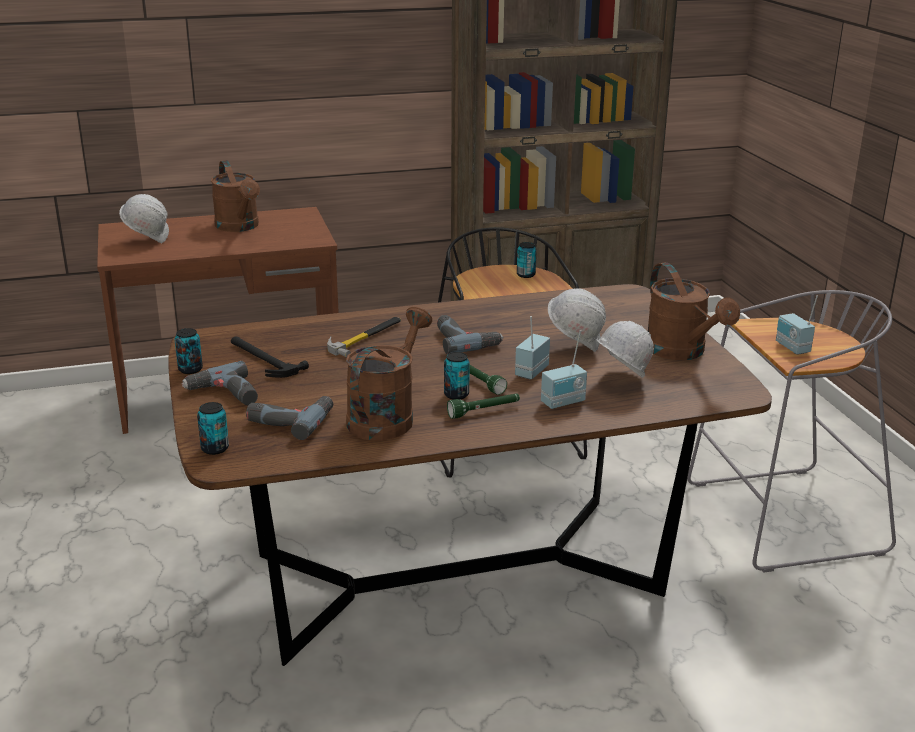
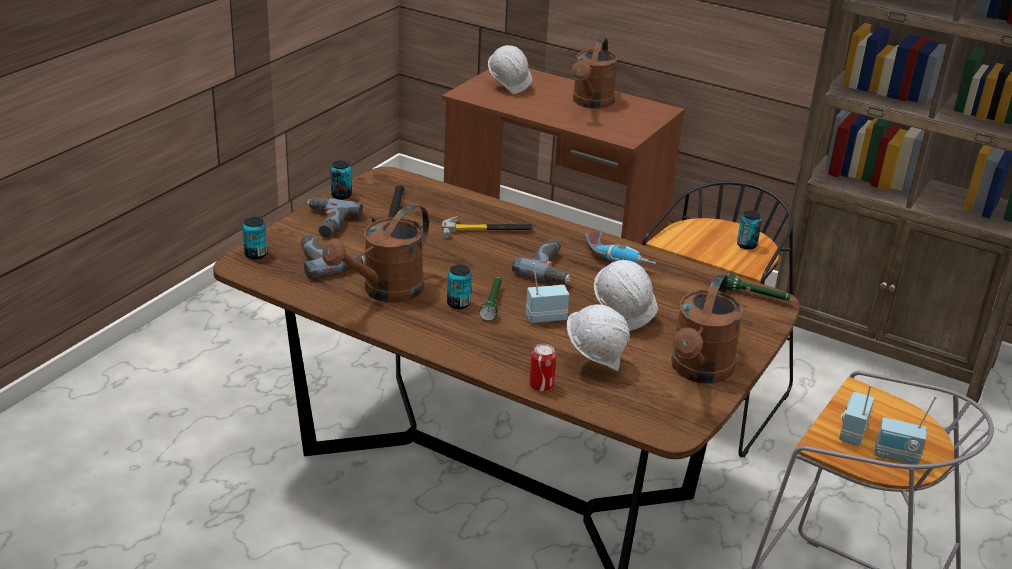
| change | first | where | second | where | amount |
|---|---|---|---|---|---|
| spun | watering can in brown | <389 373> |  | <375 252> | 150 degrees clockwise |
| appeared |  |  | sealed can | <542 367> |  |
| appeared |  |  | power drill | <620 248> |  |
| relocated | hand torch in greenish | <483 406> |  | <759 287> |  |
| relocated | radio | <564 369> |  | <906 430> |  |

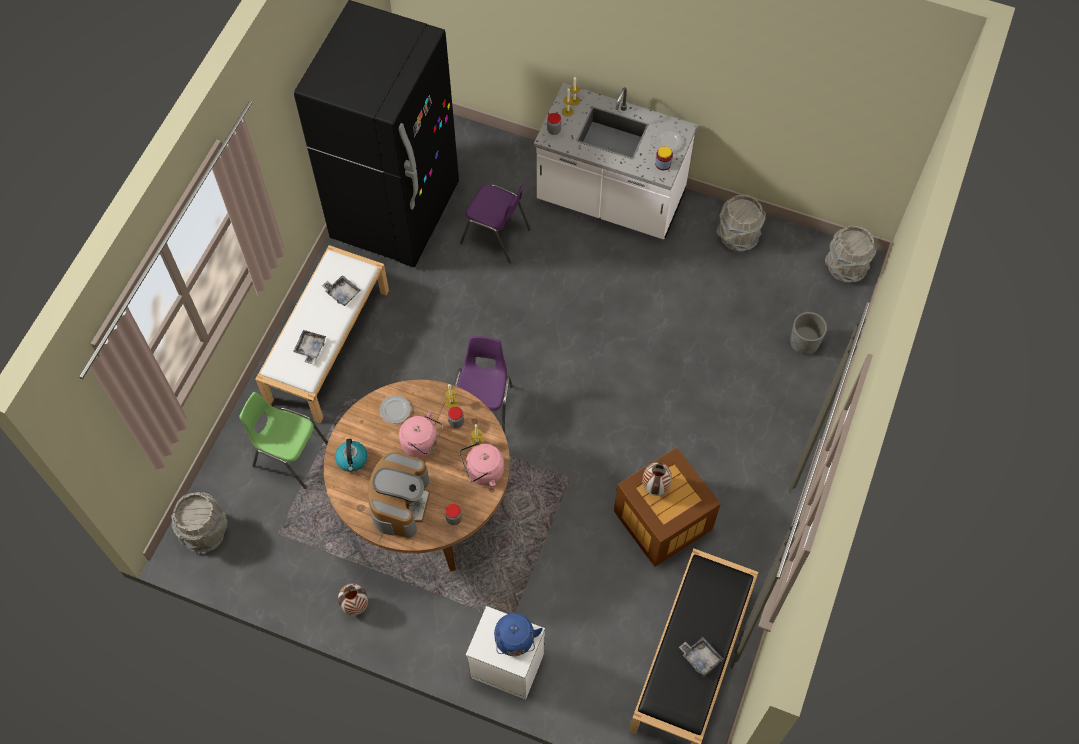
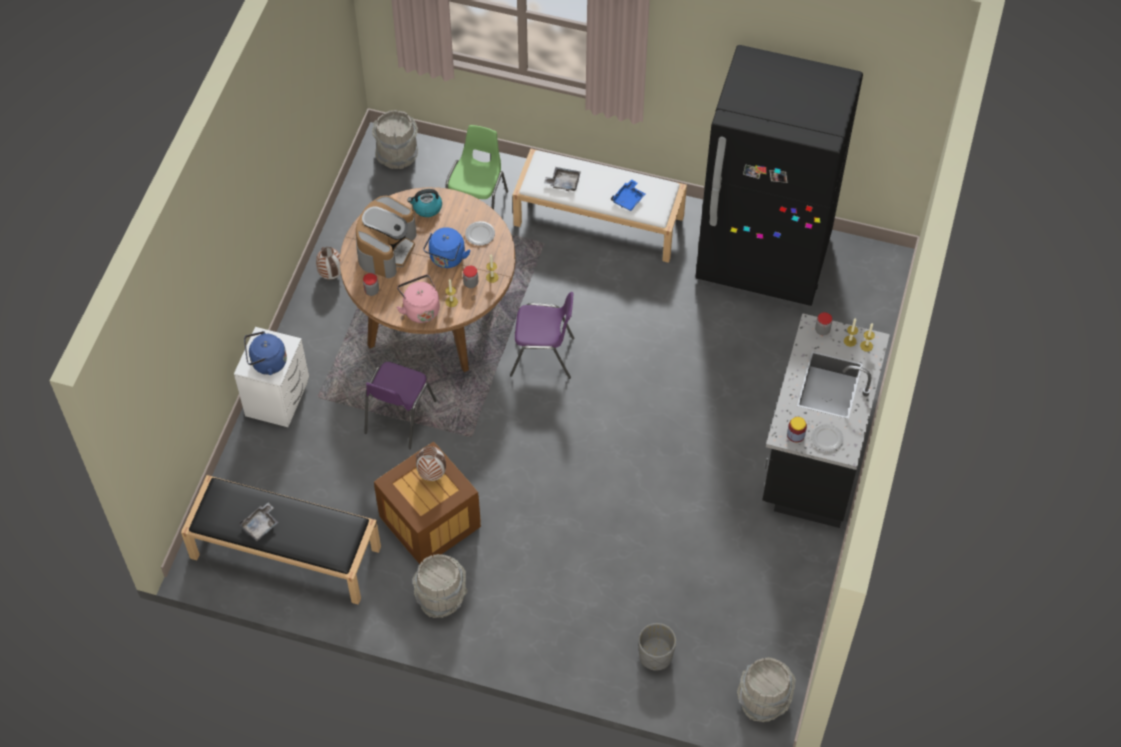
| change | first | where | second | where | amount |
|---|---|---|---|---|---|
| spun | coffee brewer | <399 494> |  | <386 237> | 75 degrees counterclockwise |
| relocated | plain chair in purple-coloured | <495 223> |  | <400 405> |  |
| relocated | water bucket in greyish | <741 223> |  | <440 586> |  |
| colour | kettle in pink-coloured | <421 434> | kettle in bluish | <447 247> |  |
| colour | tray in greyish | <341 290> | tray in bluish | <628 195> |  |
| colour | kitchen base unit in white | <616 161> | kitchen base unit in black | <826 420> |  |

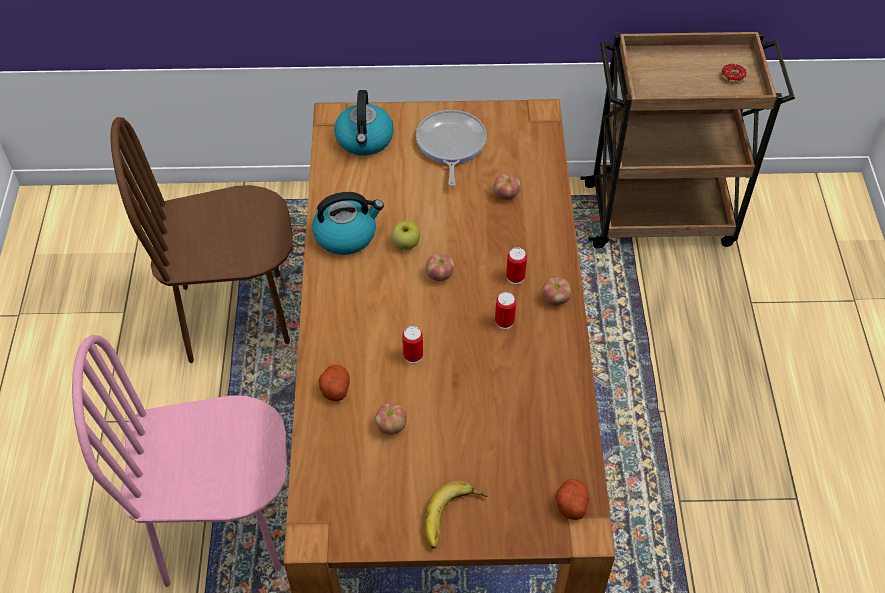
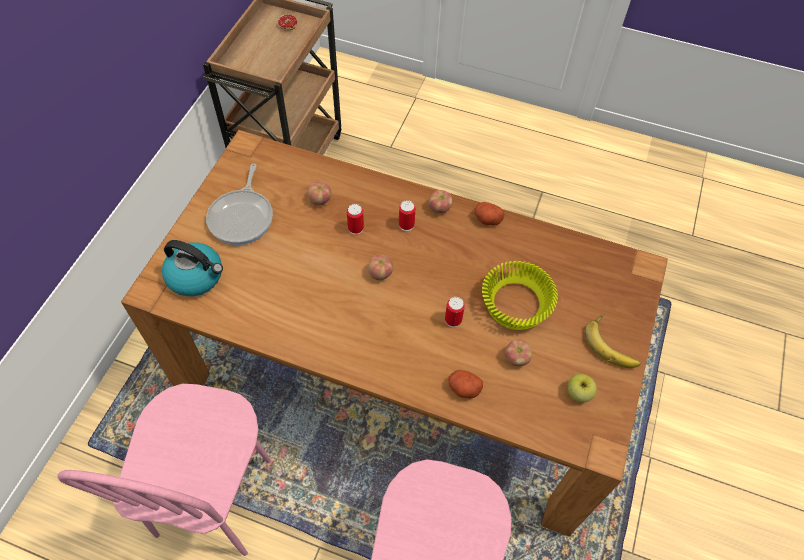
| change | first | where | second | where | amount |
|---|---|---|---|---|---|
| colour | plain chair in brown | <201 240> | plain chair in pink-coloured | <164 470> |  |
| spun | pan | <451 148> |  | <239 204> | 105 degrees counterclockwise |
| relocated | sealed can | <505 310> |  | <355 219> |  |
| relocated | potato | <572 499> |  | <489 214> |  |
| appeared |  |  | deep dish in yellowish | <520 295> |  |
| relocated | apple | <406 235> |  | <582 388> |  |
| missing | kettle | <348 223> |  |  |  |

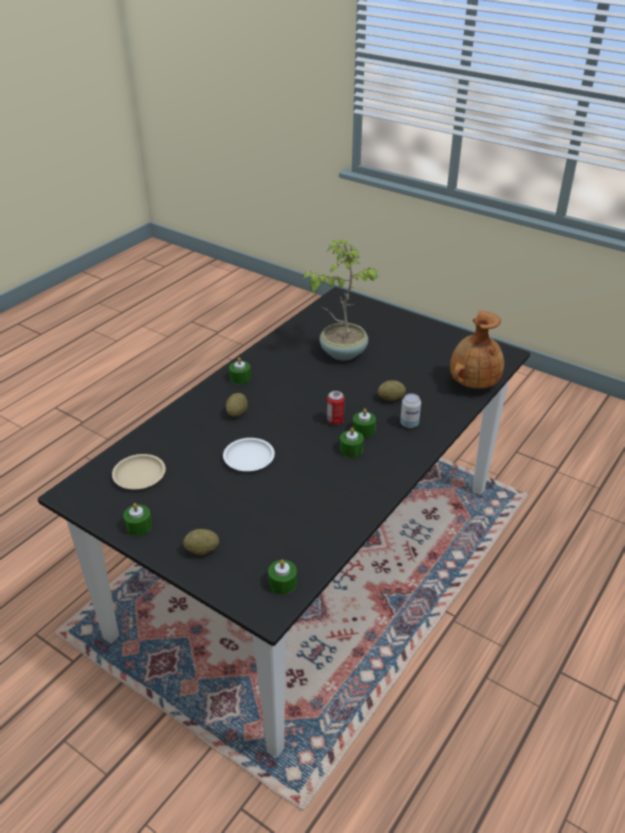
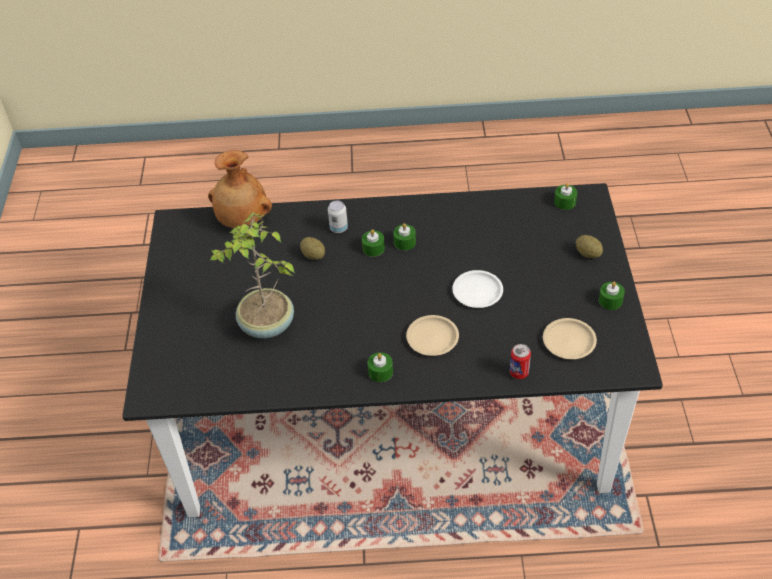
| change | first | where | second | where | amount |
|---|---|---|---|---|---|
| exchanged | potato | <237 405> | flat dish in beige | <432 335> |  |
| relocated | sealed can | <336 408> |  | <520 361> |  |

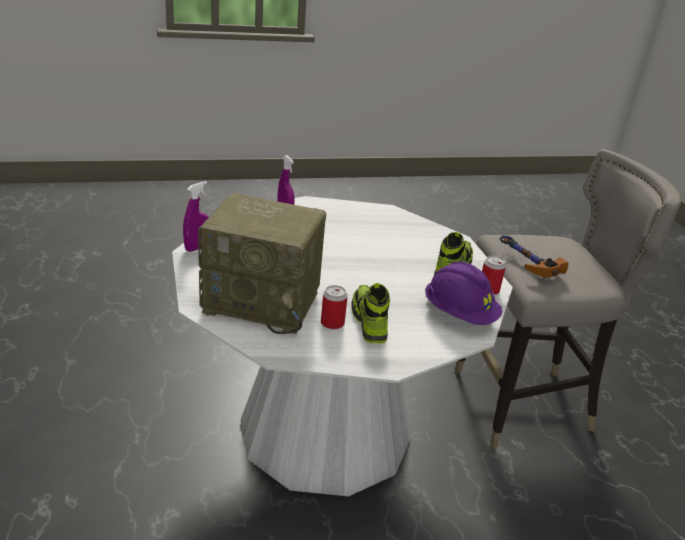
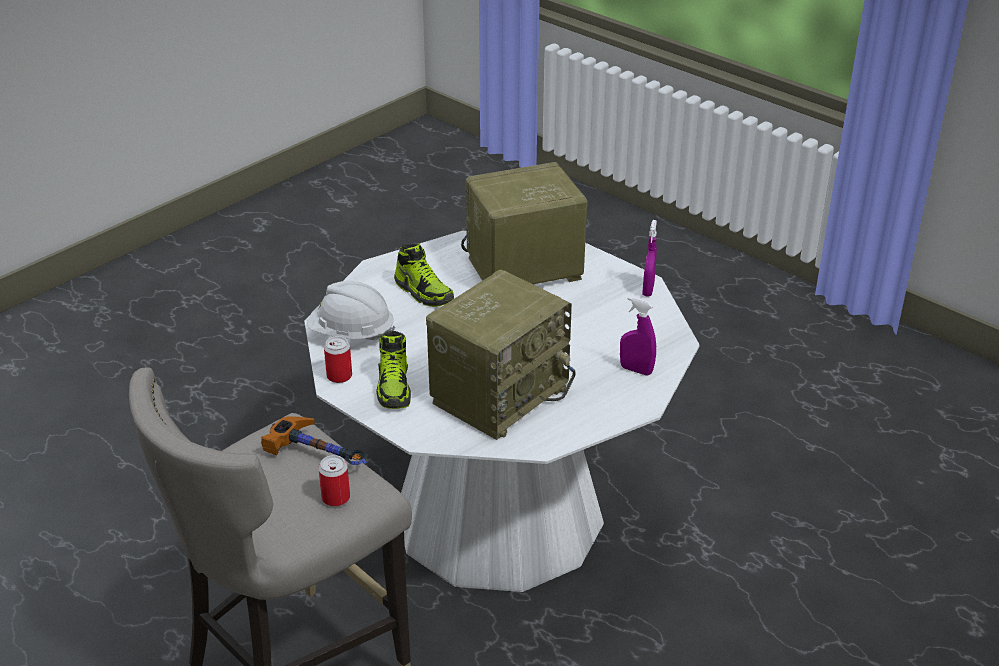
| change | first | where | second | where | amount |
|---|---|---|---|---|---|
| colour | work helmet in purple-coloured | <463 293> | work helmet in white | <351 310> |  |
| relocated | sealed can | <334 307> |  | <334 481> |  |
| appeared |  |  | radio | <501 355> |  |

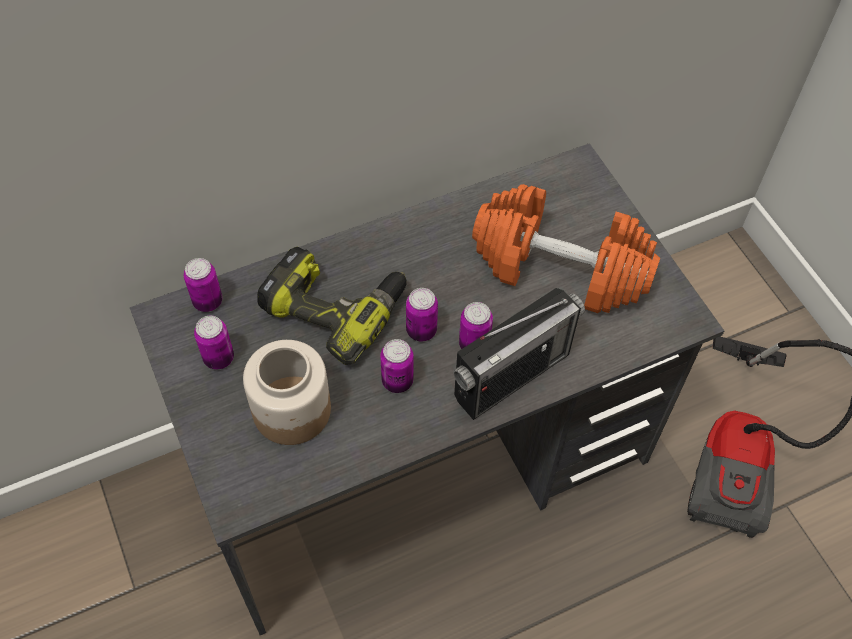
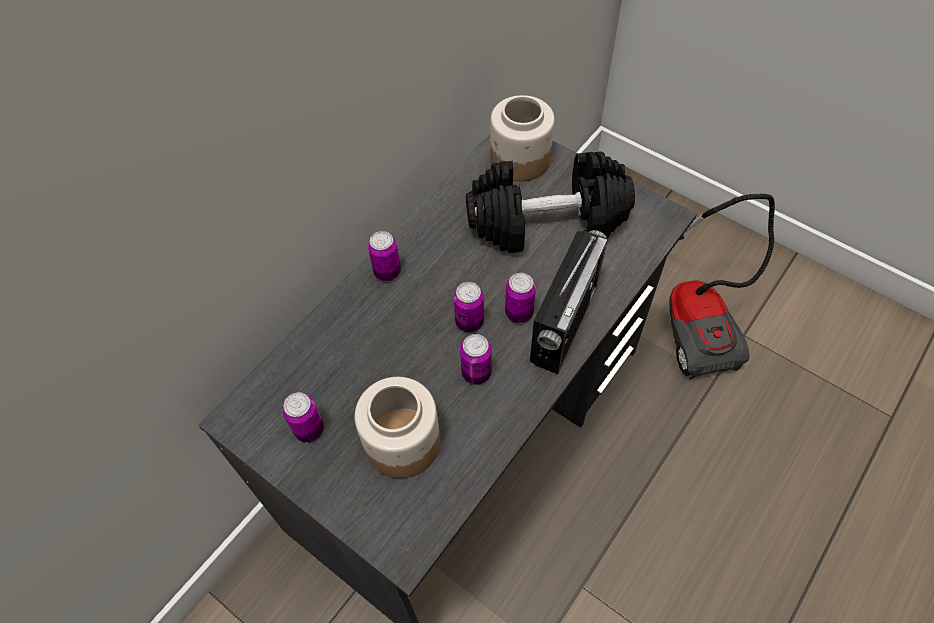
| change | first | where | second | where | amount |
|---|---|---|---|---|---|
| relocated | sealed can | <203 285> |  | <384 256> |  |
| colour | hand weight in orange-coloured | <566 248> | hand weight in black | <550 202> |  |
| appeared |  |  | jar | <522 138> |  |
| missing | power drill | <332 306> |  |  |  |

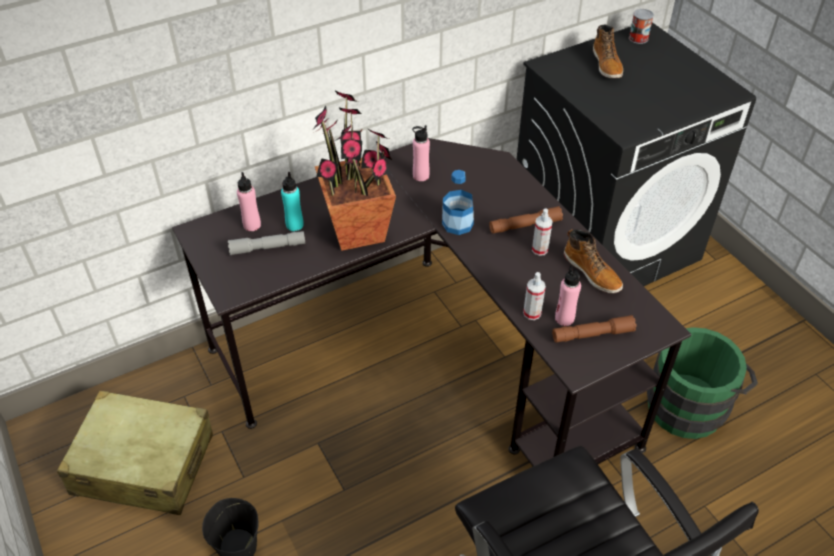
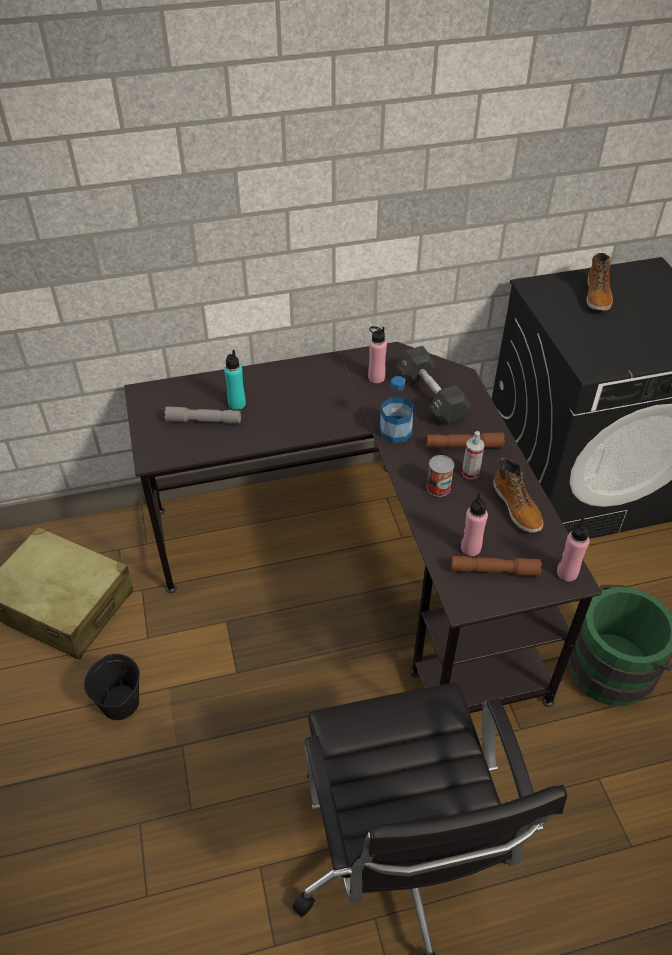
| change | first | where | second | where | amount |
|---|---|---|---|---|---|
| appeared |  |  | hand weight in black | <433 386> |  |
| relocated | sealed can | <641 26> |  | <440 476> |  |
| relocated | drink bottle in pink-coloured | <249 201> |  | <573 550> |  |
| missing | houseplant | <354 170> |  |  |  |
| missing | sprayer | <534 296> |  |  |  |

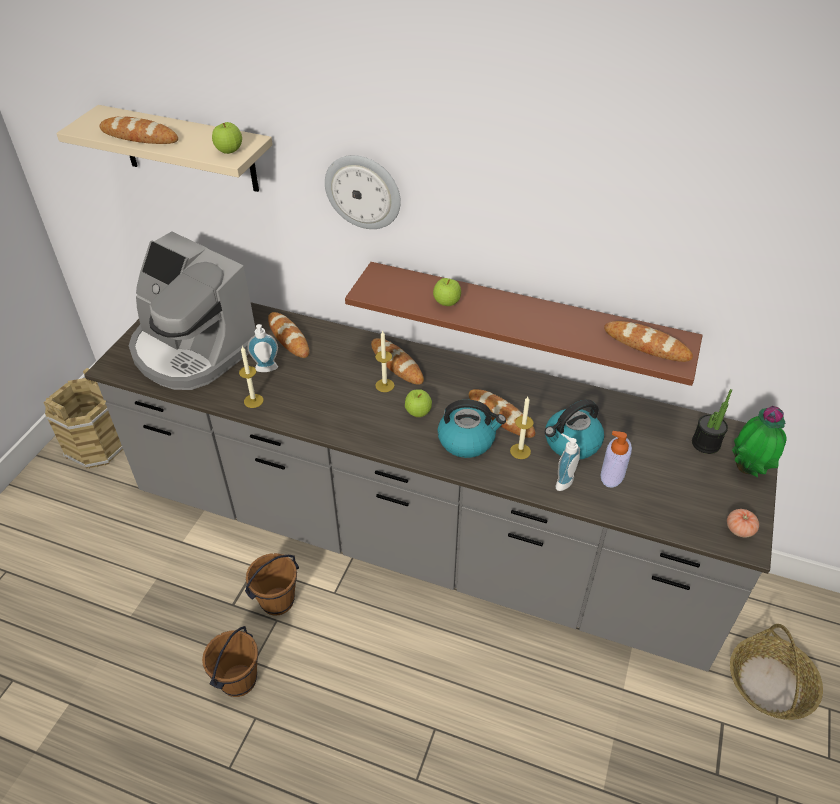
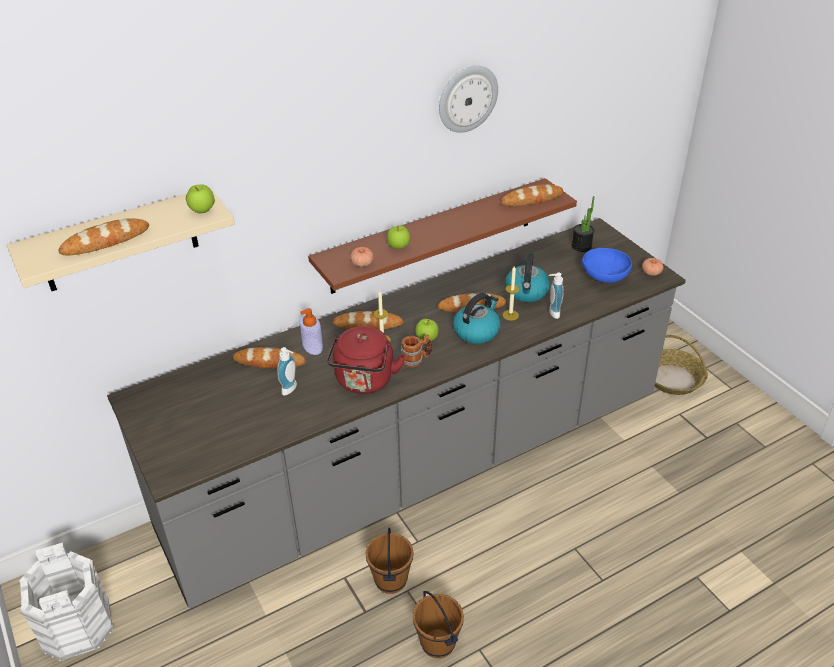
| change | first | where | second | where | amount |
|---|---|---|---|---|---|
| colour | water bucket in brown | <83 418> | water bucket in white | <66 602> |  |
| relocated | soap bottle | <616 459> |  | <311 331> |  |
| appeared |  |  | kettle in red-coloured | <366 360> |  |
| appeared |  |  | tomato | <362 257> |  |
| appeared |  |  | mug | <416 351> |  |
| relocated | wall clock | <363 192> |  | <468 99> |  |
| appeared |  |  | deep dish in bluish | <607 265> |  |
| missing | coffee brewer | <192 310> |  |  |  |
| missing | wax candle | <251 377> |  |  |  |
| missing | houseplant | <759 441> |  |  |  |

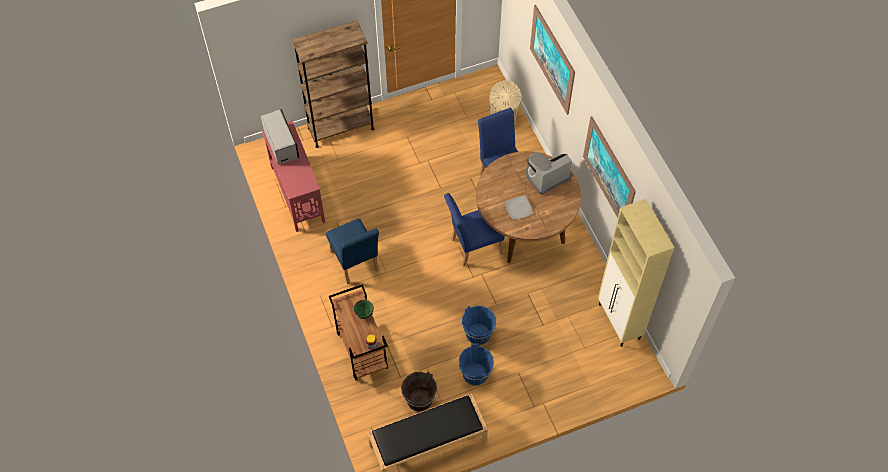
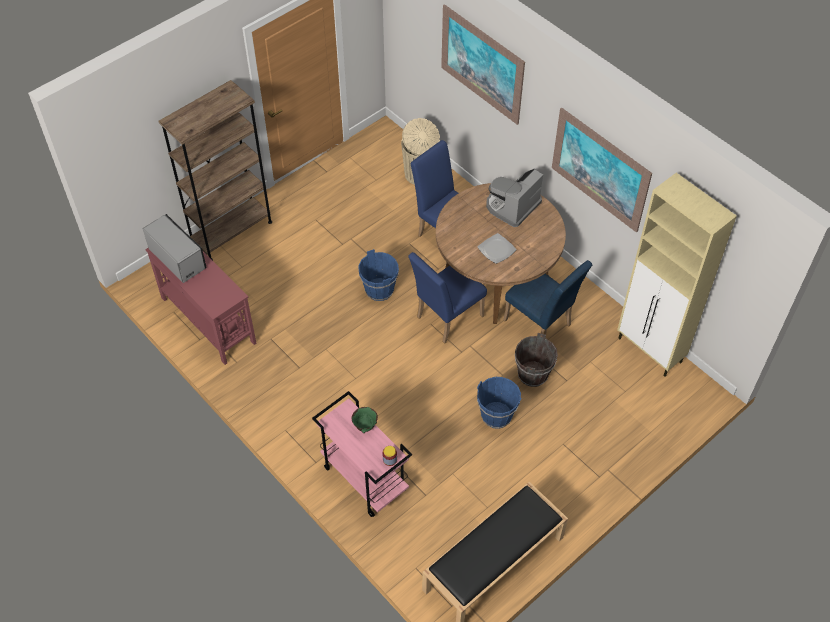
| change | first | where | second | where | amount |
|---|---|---|---|---|---|
| colour | trolley in brown | <358 332> | trolley in pink-coloured | <362 454> |  |
| relocated | water bucket in bluish | <476 365> |  | <378 275> |  |
| relocated | plain chair in bluish | <352 251> |  | <547 299> |  |
| relocated | water bucket in brown | <419 391> |  | <536 360> |  |

